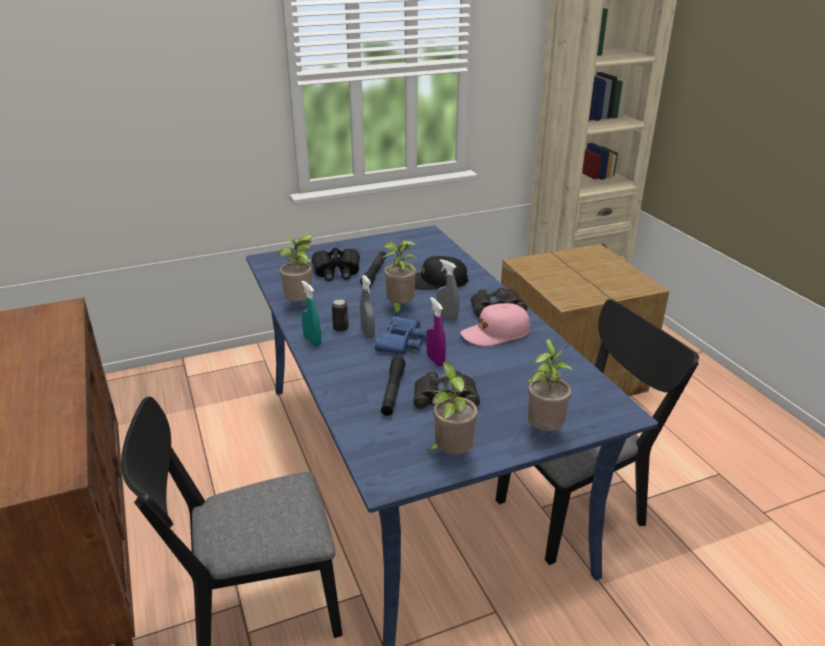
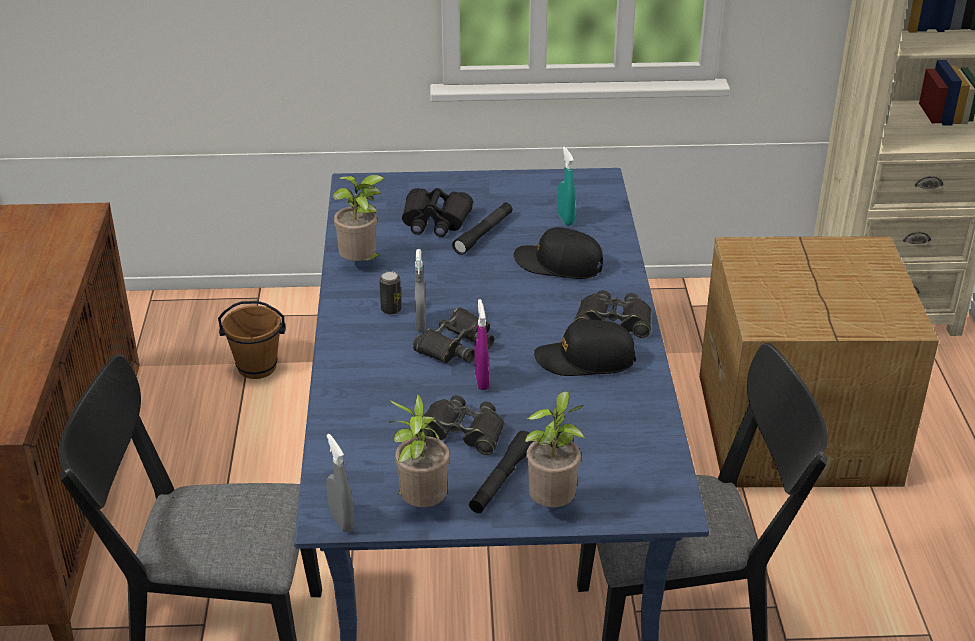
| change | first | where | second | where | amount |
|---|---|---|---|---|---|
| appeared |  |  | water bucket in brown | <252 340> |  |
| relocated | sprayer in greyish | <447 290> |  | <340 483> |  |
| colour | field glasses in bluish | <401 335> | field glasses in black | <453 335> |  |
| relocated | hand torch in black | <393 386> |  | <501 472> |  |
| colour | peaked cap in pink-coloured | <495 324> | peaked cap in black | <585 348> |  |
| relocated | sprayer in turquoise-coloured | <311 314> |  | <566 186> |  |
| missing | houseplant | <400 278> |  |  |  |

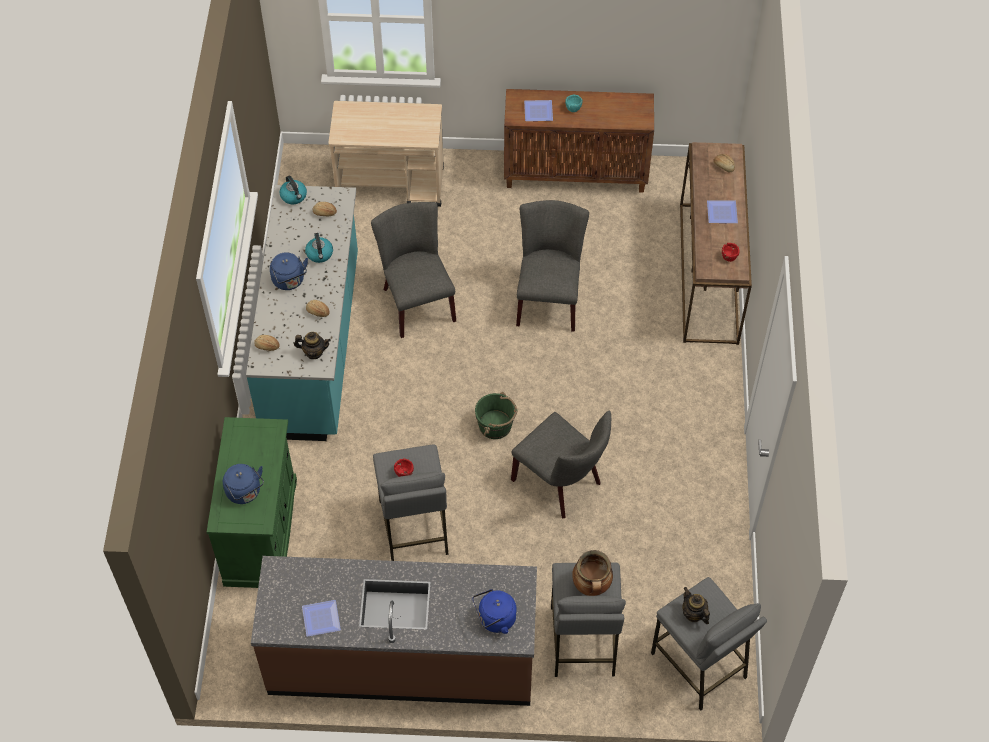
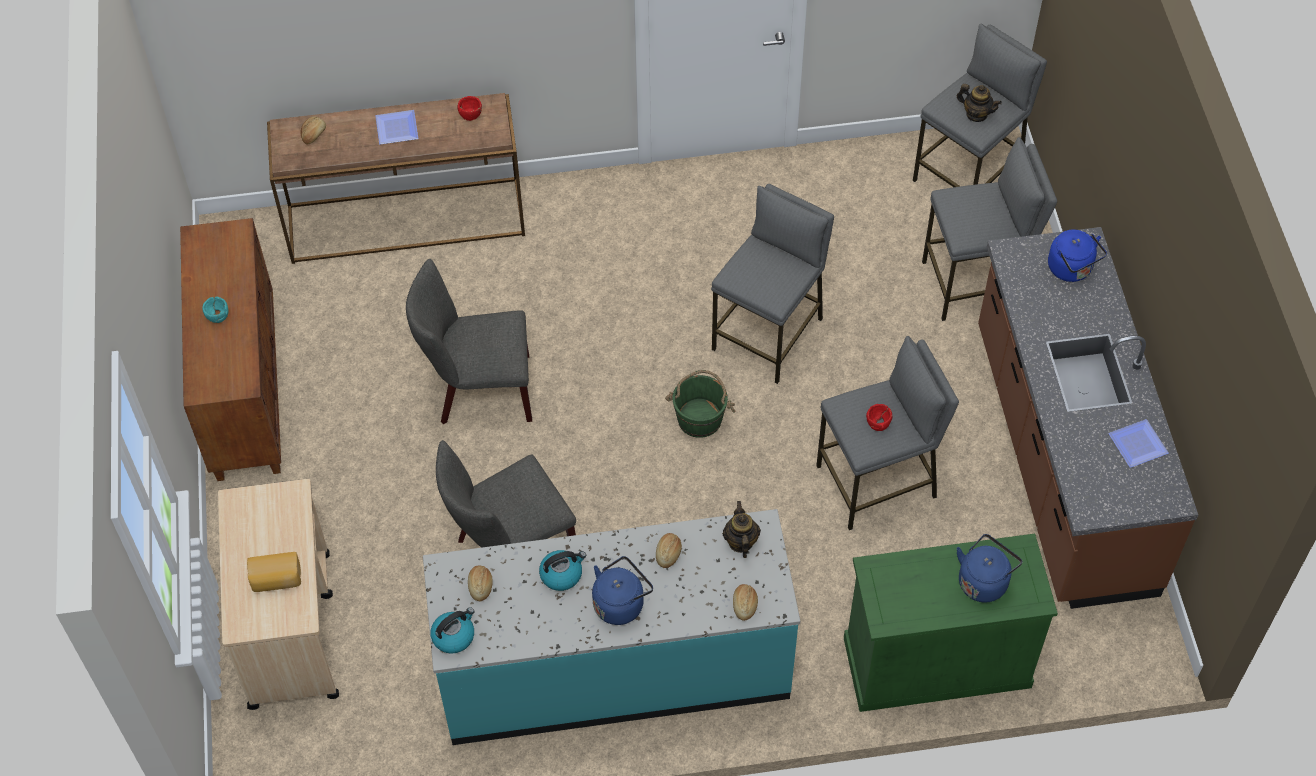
| change | first | where | second | where | amount |
|---|---|---|---|---|---|
| appeared |  |  | bakery bread | <274 572> |  |
| exchanged | plain chair in greyish | <561 465> | stool seat in greyish | <772 284> |  |
| spun | tea pot | <696 605> |  | <979 103> | 105 degrees counterclockwise |
| missing | flat dish | <538 110> |  |  |  |
| missing | saucepot | <592 573> |  |  |  |

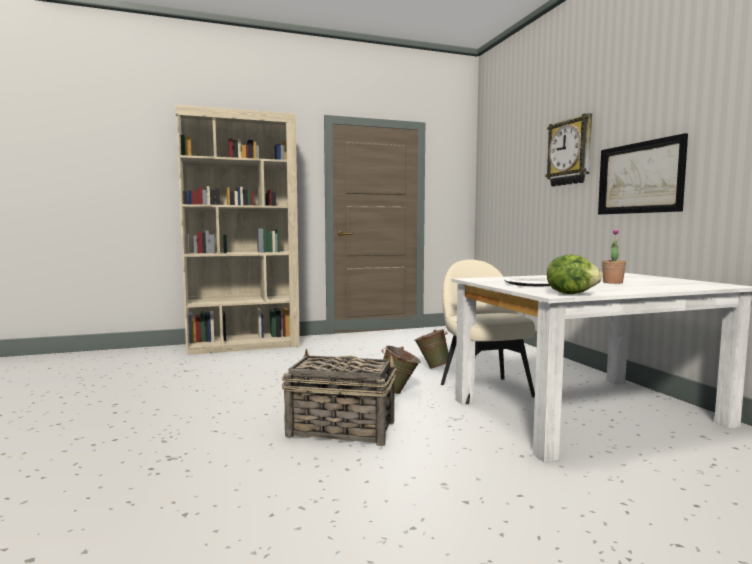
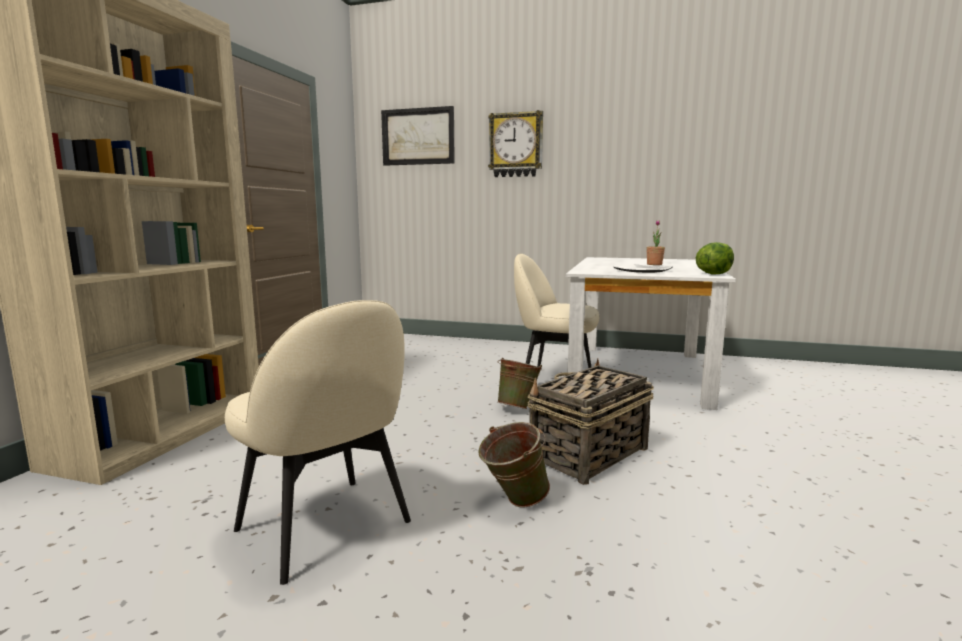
| change | first | where | second | where | amount |
|---|---|---|---|---|---|
| appeared |  |  | plain chair in beige | <318 442> |  |
| relocated | picture | <643 174> |  | <418 136> |  |
| relocated | water bucket in greenish | <431 349> |  | <514 464> |  |

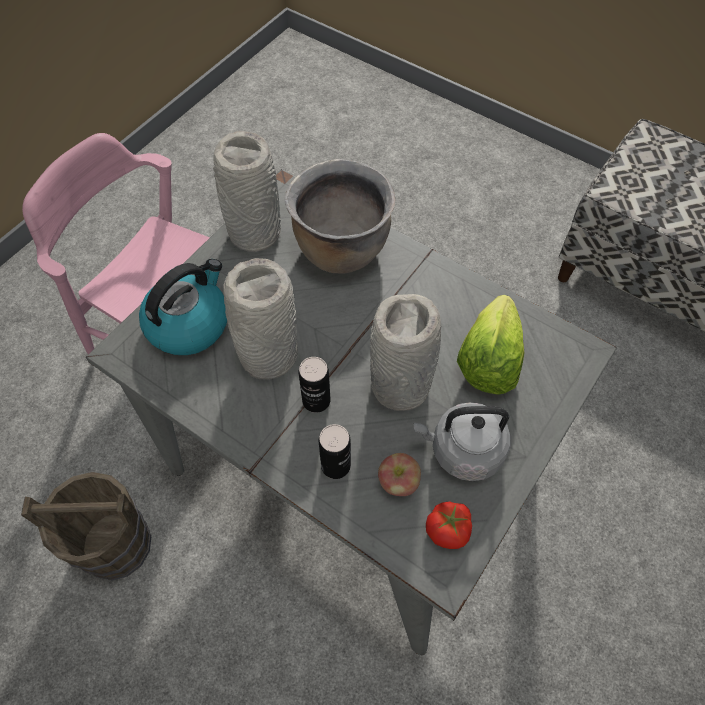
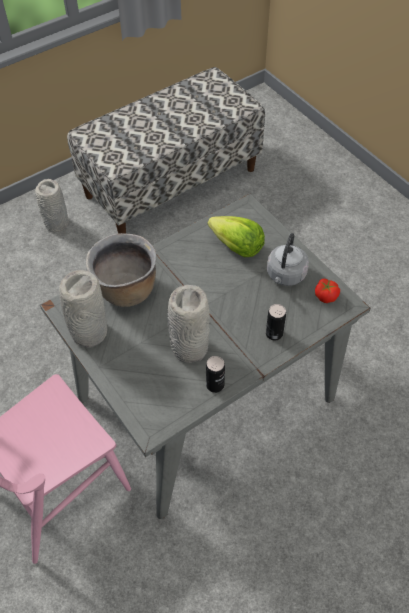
| change | first | where | second | where | amount |
|---|---|---|---|---|---|
| relocated | vase in greyish | <405 352> |  | <52 205> |  |
| relocated | sealed can | <314 385> |  | <215 374> |  |
| missing | water bucket in brown | <86 526> |  |  |  |
| missing | kettle | <183 307> |  |  |  |
| missing | apple | <399 474> |  |  |  |

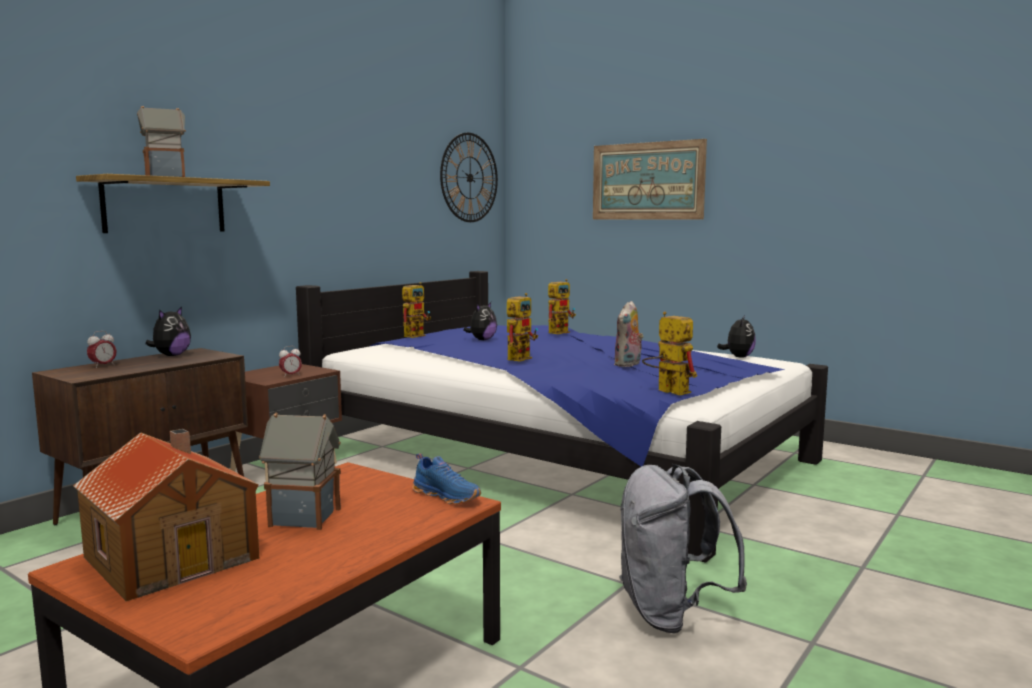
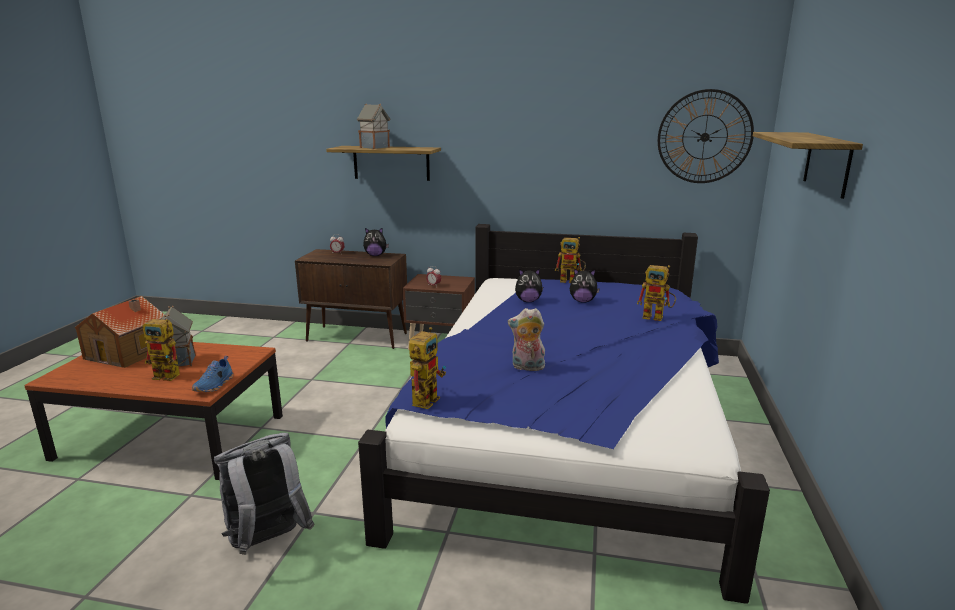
| change | first | where | second | where | amount |
|---|---|---|---|---|---|
| relocated | toy robot | <522 327> |  | <166 350> |  |
| relocated | cuddly toy | <736 336> |  | <529 285> |  |
| exchanged | picture | <650 179> | bracket shelf | <808 165> |  |

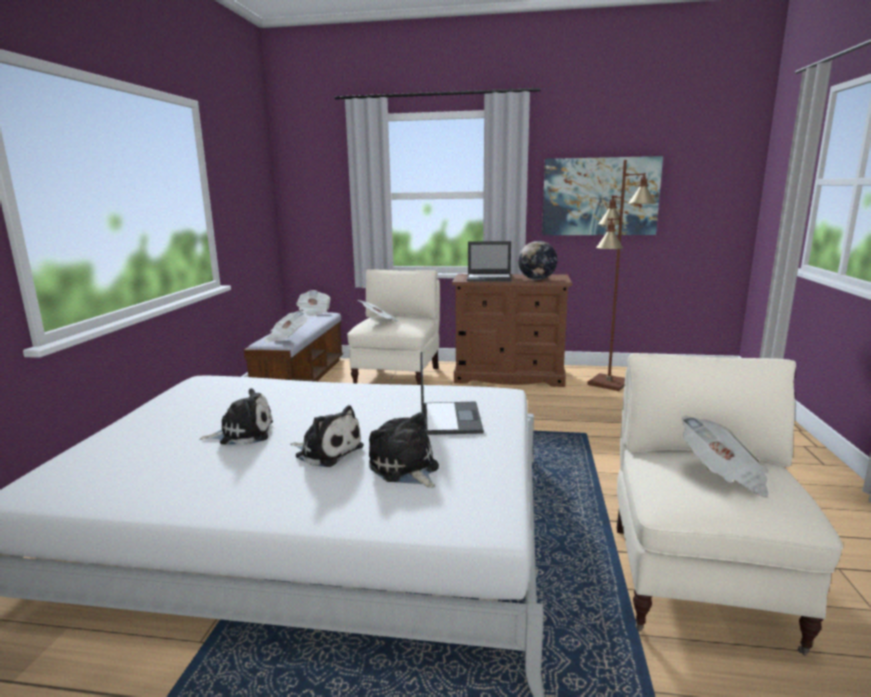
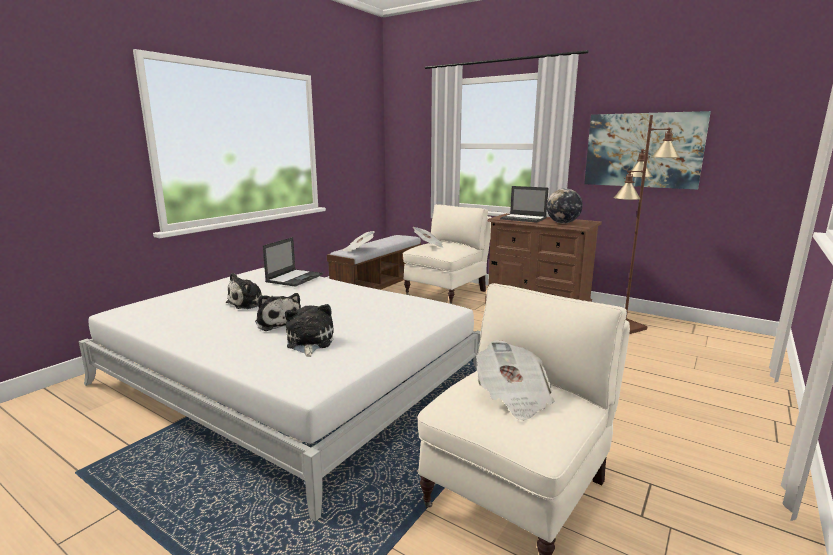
| change | first | where | second | where | amount |
|---|---|---|---|---|---|
| spun | cuddly toy | <236 416> |  | <249 291> | 120 degrees clockwise |
| relocated | laptop | <452 393> |  | <293 262> |  |
| missing | newspaper | <313 303> |  |  |  |

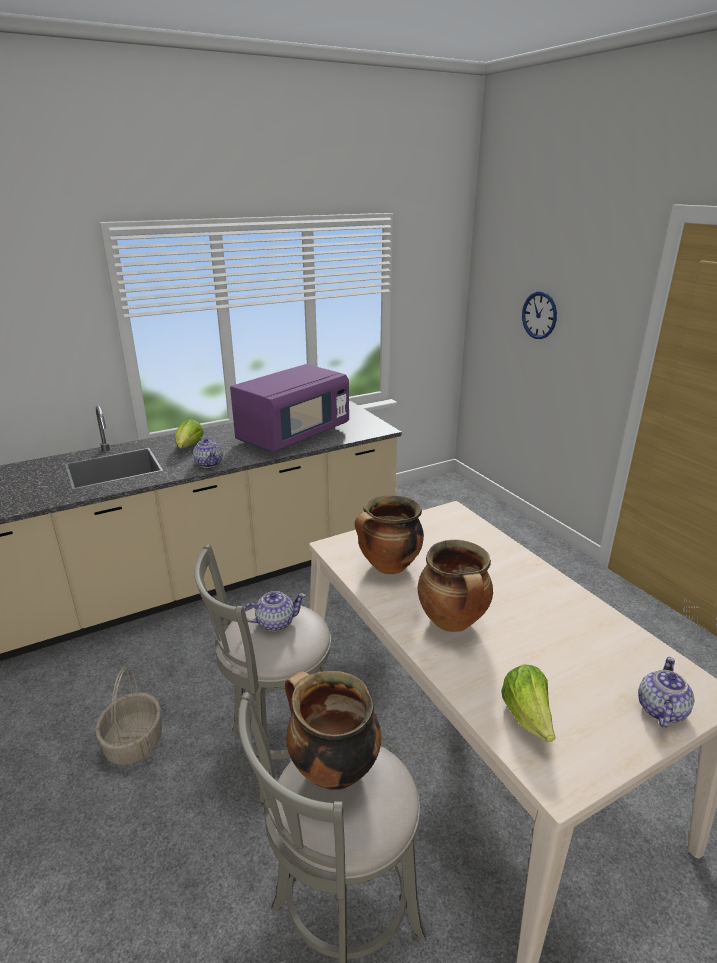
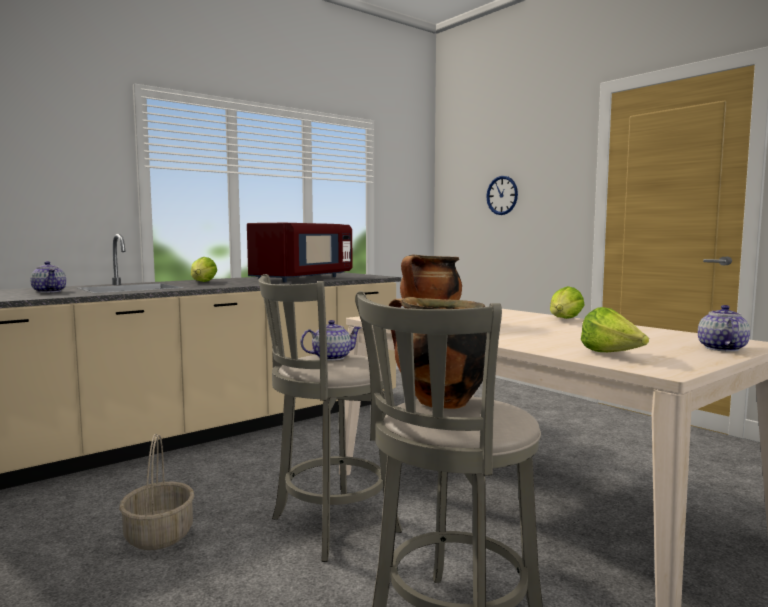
| change | first | where | second | where | amount |
|---|---|---|---|---|---|
| relocated | tea pot | <208 452> |  | <48 277> |  |
| colour | microwave oven in purple-coloured | <289 408> | microwave oven in red-coloured | <299 252> |  |
| appeared |  |  | lettuce head | <567 302> |  |
| missing | saucepot | <455 586> |  |  |  |

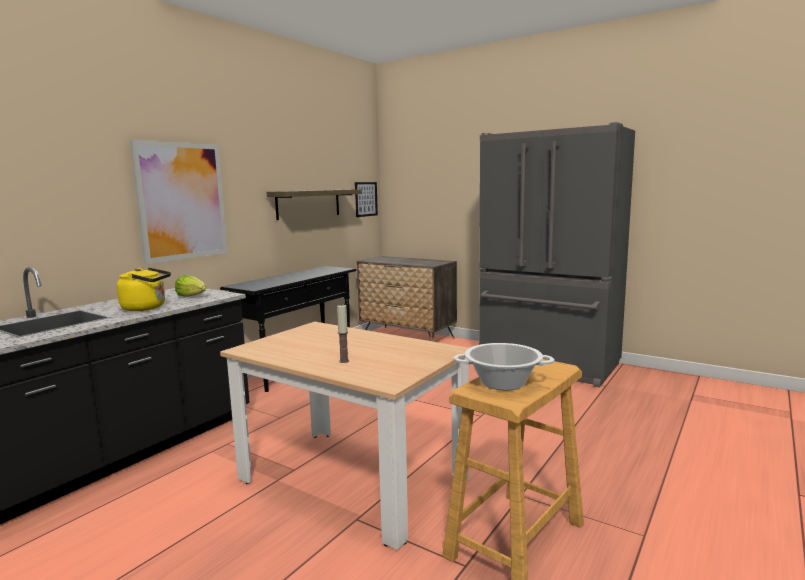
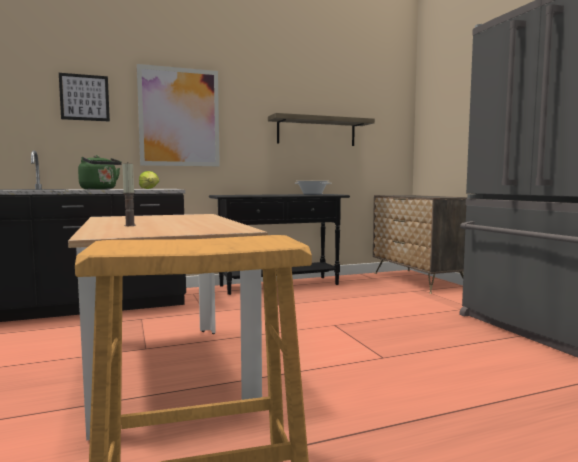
| change | first | where | second | where | amount |
|---|---|---|---|---|---|
| relocated | picture | <366 199> |  | <84 97> |  |
| colour | kettle in yellowish | <144 289> | kettle in greenish | <100 172> |  |
| relocated | saucepot | <503 366> |  | <313 188> |  |

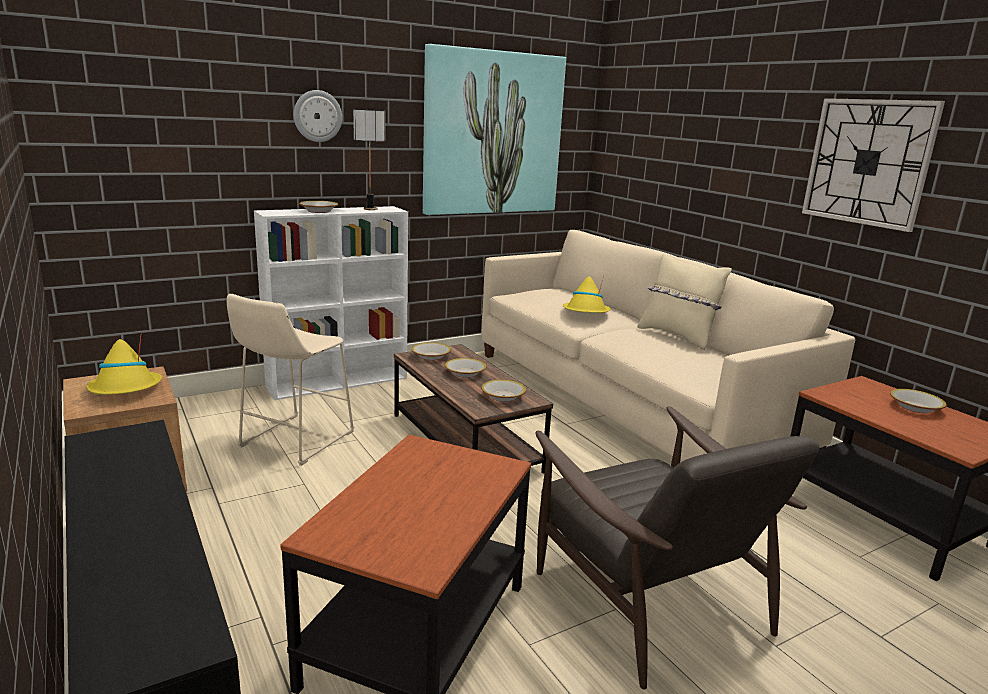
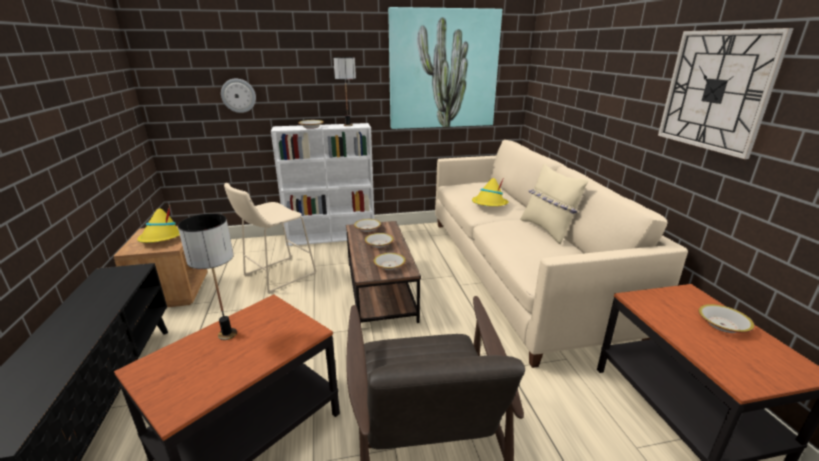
| change | first | where | second | where | amount |
|---|---|---|---|---|---|
| appeared |  |  | tabletop lamp | <207 277> |  |
| relocated | wall clock | <318 116> |  | <238 96> |  |

